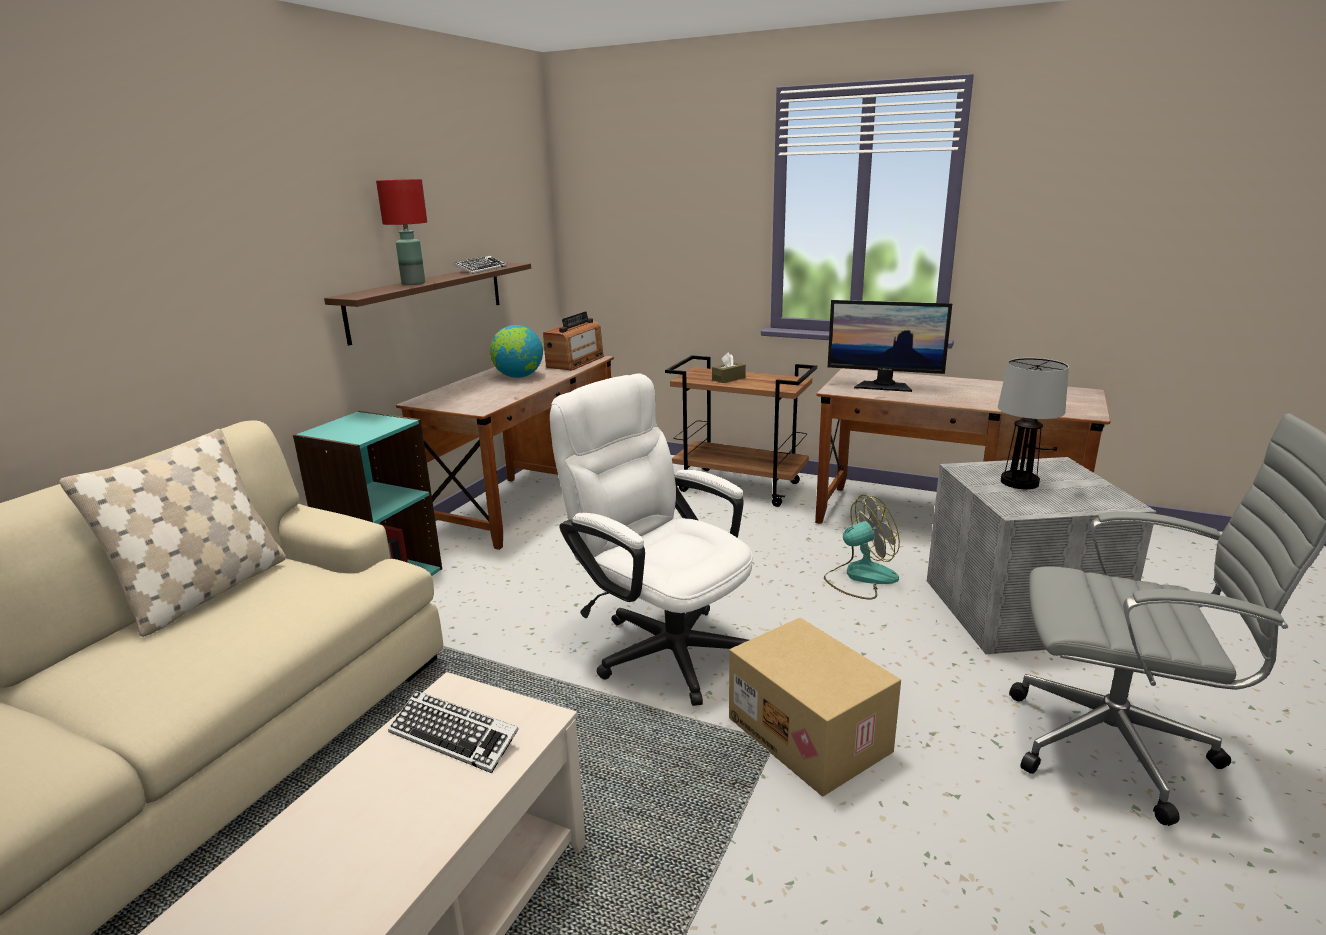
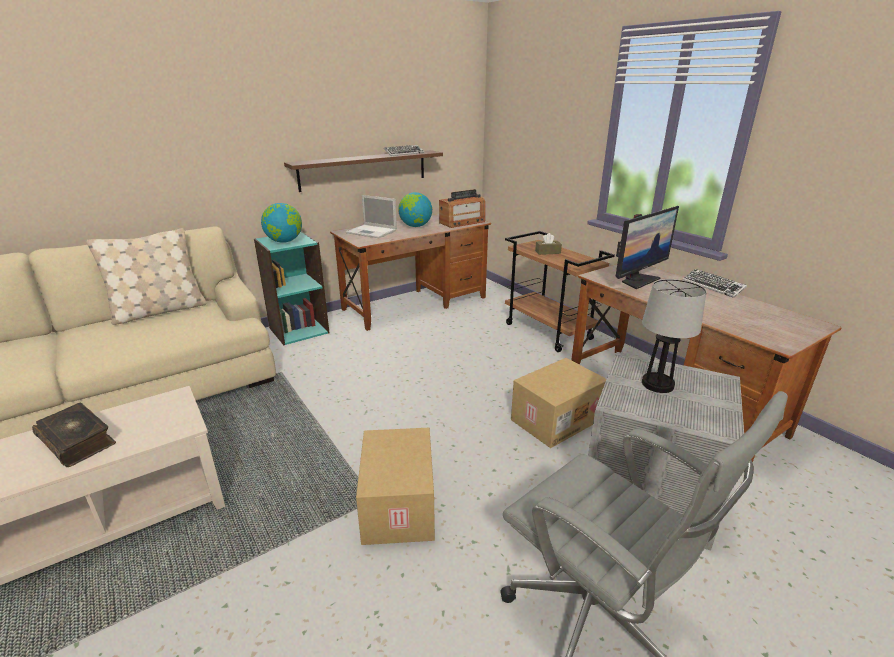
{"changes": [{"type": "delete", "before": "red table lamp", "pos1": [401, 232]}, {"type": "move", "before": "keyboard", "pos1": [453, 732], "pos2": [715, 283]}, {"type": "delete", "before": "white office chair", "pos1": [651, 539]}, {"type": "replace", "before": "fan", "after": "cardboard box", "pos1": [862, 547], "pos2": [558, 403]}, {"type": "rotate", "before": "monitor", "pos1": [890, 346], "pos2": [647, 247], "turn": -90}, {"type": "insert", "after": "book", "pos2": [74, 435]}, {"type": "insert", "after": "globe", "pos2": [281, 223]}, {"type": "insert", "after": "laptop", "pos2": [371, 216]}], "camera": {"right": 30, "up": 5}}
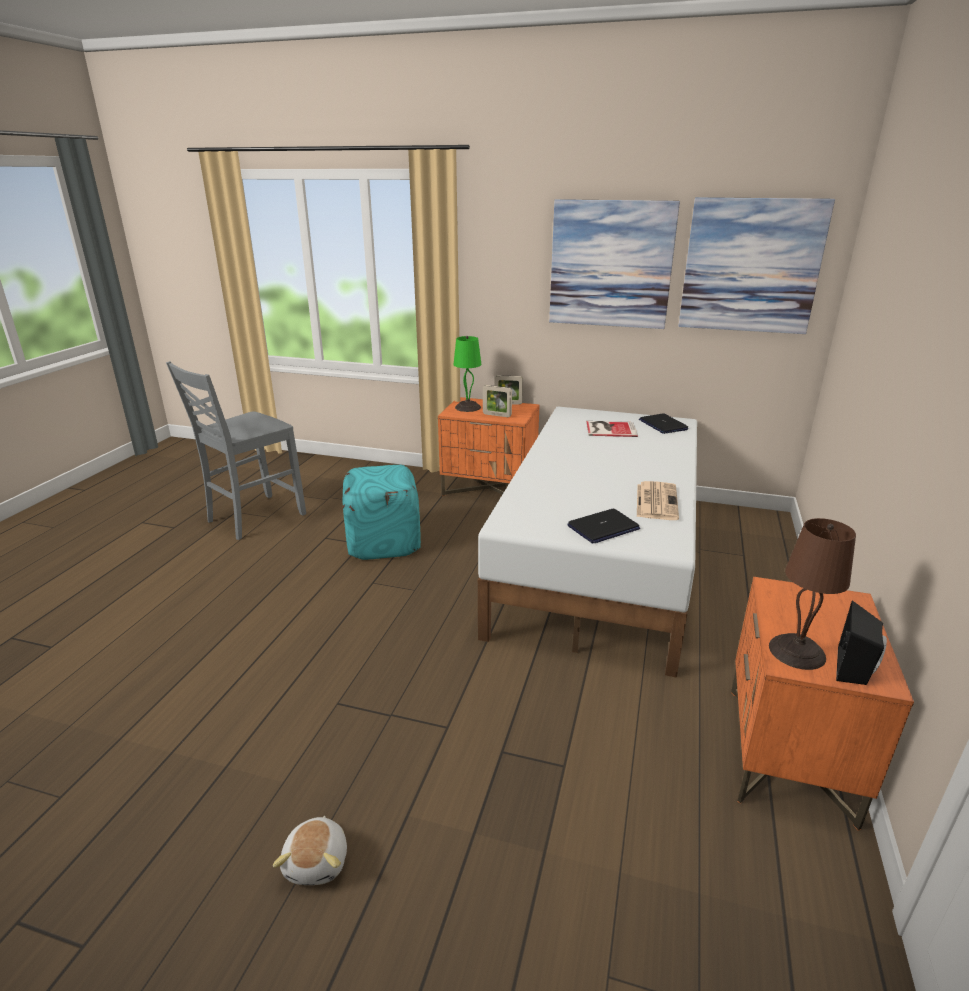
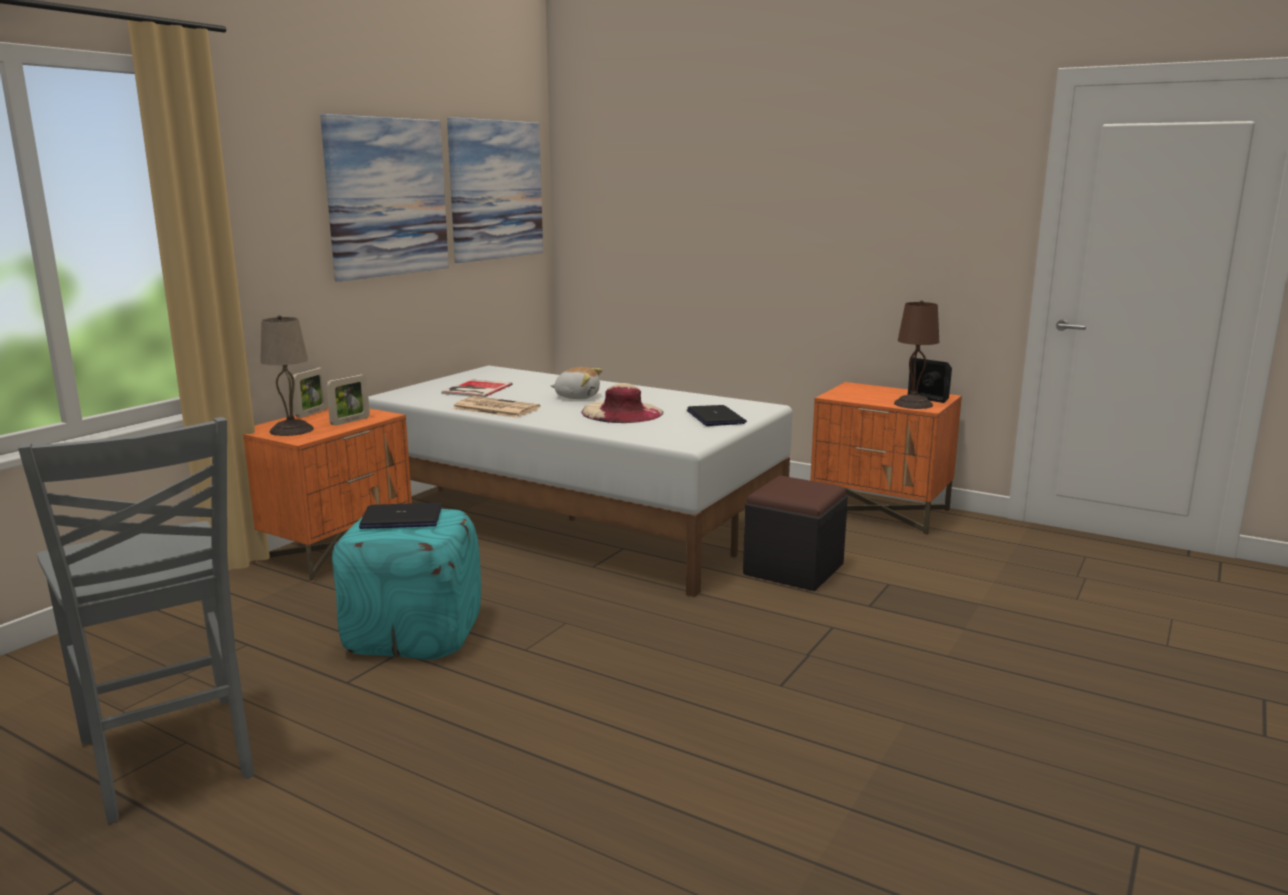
{"changes": [{"type": "move", "before": "plush toy", "pos1": [310, 850], "pos2": [577, 383]}, {"type": "recolor", "before": "green table lamp", "after": "beige table lamp", "pos1": [467, 374], "pos2": [287, 375]}, {"type": "move", "before": "newspaper", "pos1": [658, 500], "pos2": [496, 407]}, {"type": "move", "before": "laptop", "pos1": [664, 423], "pos2": [400, 516]}, {"type": "insert", "after": "beige hat", "pos2": [622, 403]}, {"type": "insert", "after": "black ottoman", "pos2": [795, 533]}], "camera": {"right": -75, "up": -10}}
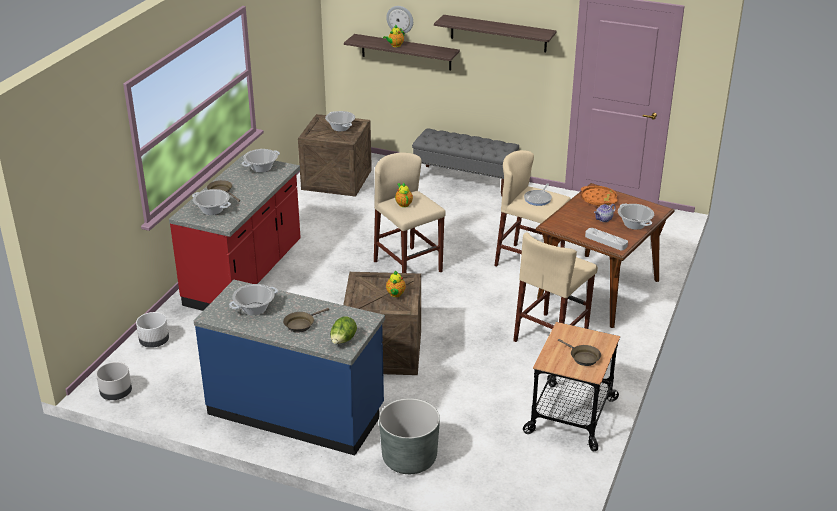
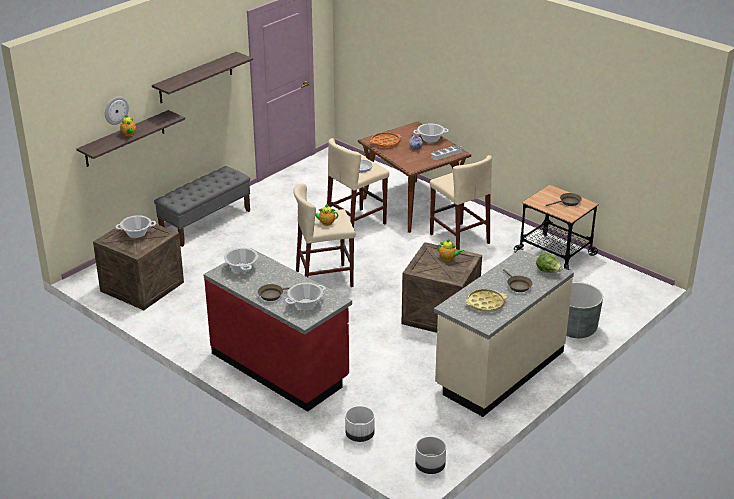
{"changes": [{"type": "recolor", "before": "blue counter", "after": "beige counter", "pos1": [289, 368], "pos2": [504, 333]}, {"type": "replace", "before": "cooking pot", "after": "yellow tray", "pos1": [253, 299], "pos2": [486, 300]}], "camera": {"right": -70, "up": 0}}
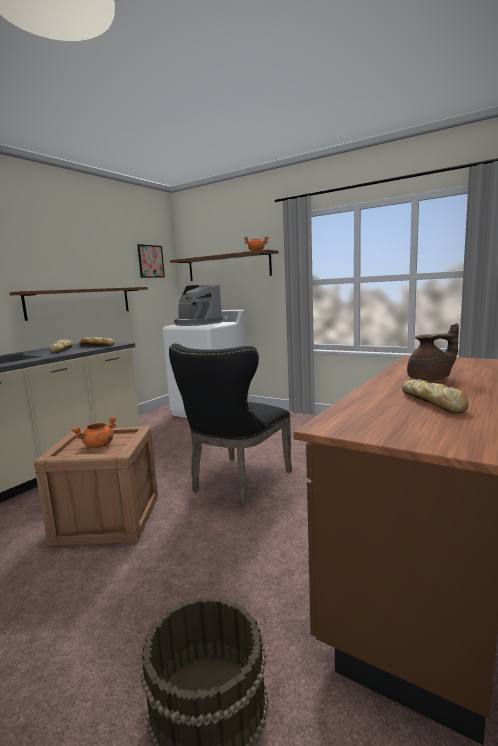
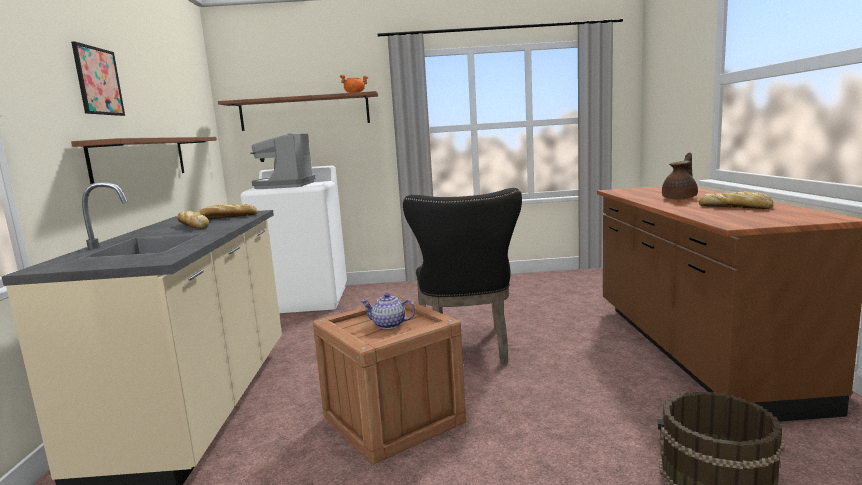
{"changes": [{"type": "replace", "before": "orange cooking pot", "after": "teapot", "pos1": [94, 432], "pos2": [388, 311]}, {"type": "move", "before": "picture", "pos1": [151, 261], "pos2": [98, 78]}, {"type": "rotate", "before": "coffee machine", "pos1": [198, 305], "pos2": [283, 161], "turn": 90}], "camera": {"right": -35, "up": 0}}
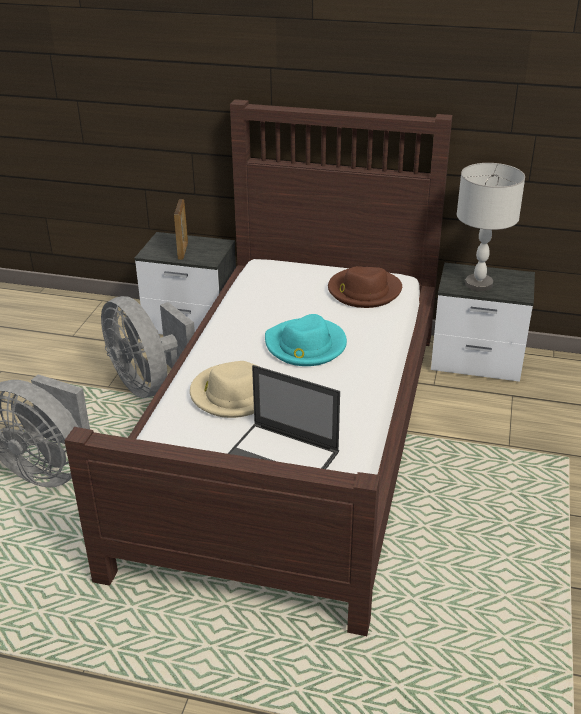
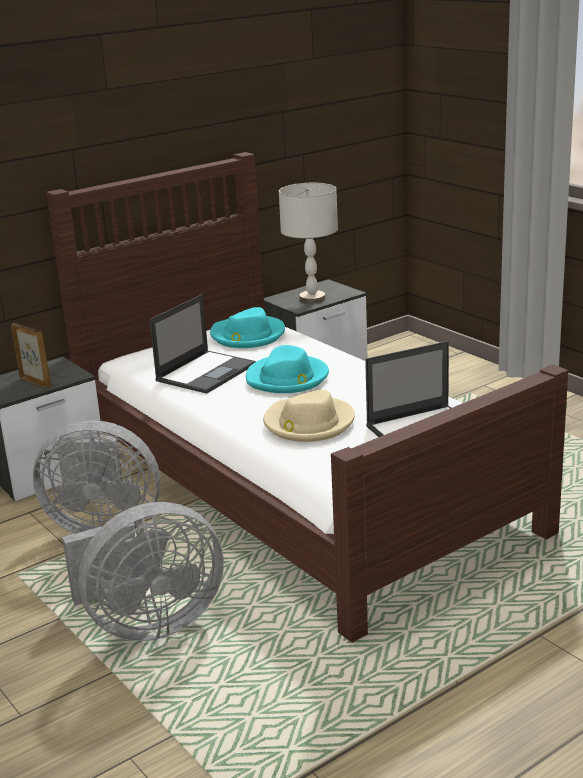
{"changes": [{"type": "recolor", "before": "brown hat", "after": "turquoise hat", "pos1": [365, 287], "pos2": [247, 327]}, {"type": "insert", "after": "laptop", "pos2": [202, 344]}], "camera": {"right": -50, "up": -10}}
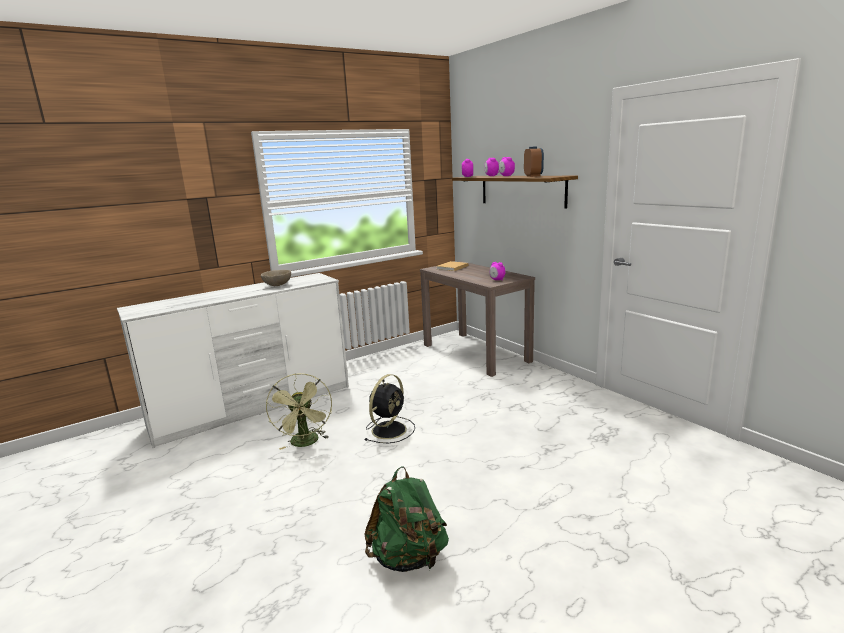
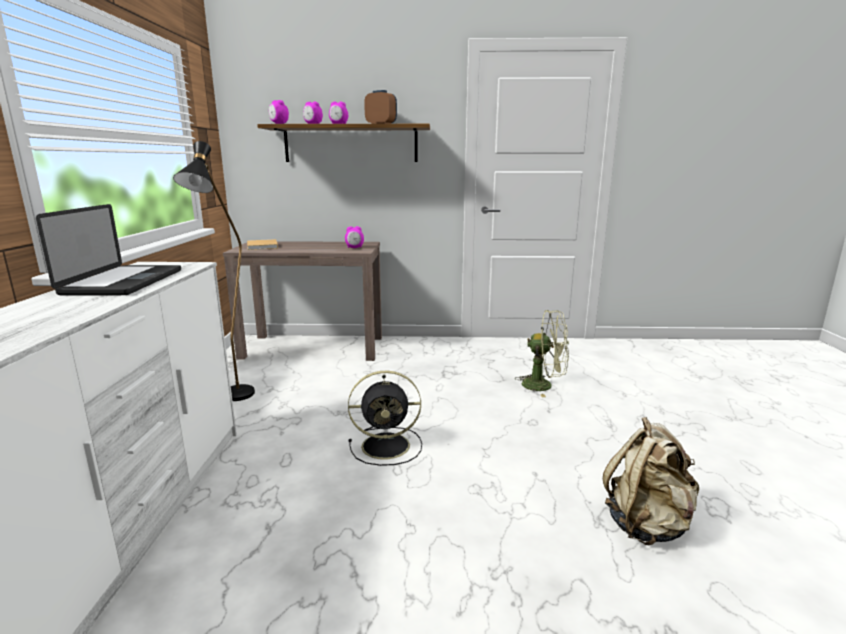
{"changes": [{"type": "replace", "before": "beige bowl", "after": "laptop", "pos1": [276, 278], "pos2": [108, 249]}, {"type": "move", "before": "green fan", "pos1": [299, 411], "pos2": [542, 353]}, {"type": "rotate", "before": "black fan", "pos1": [389, 409], "pos2": [385, 418], "turn": 105}, {"type": "recolor", "before": "green backpack", "after": "beige backpack", "pos1": [407, 519], "pos2": [651, 481]}, {"type": "insert", "after": "black floor lamp", "pos2": [214, 271]}], "camera": {"right": -55, "up": 0}}
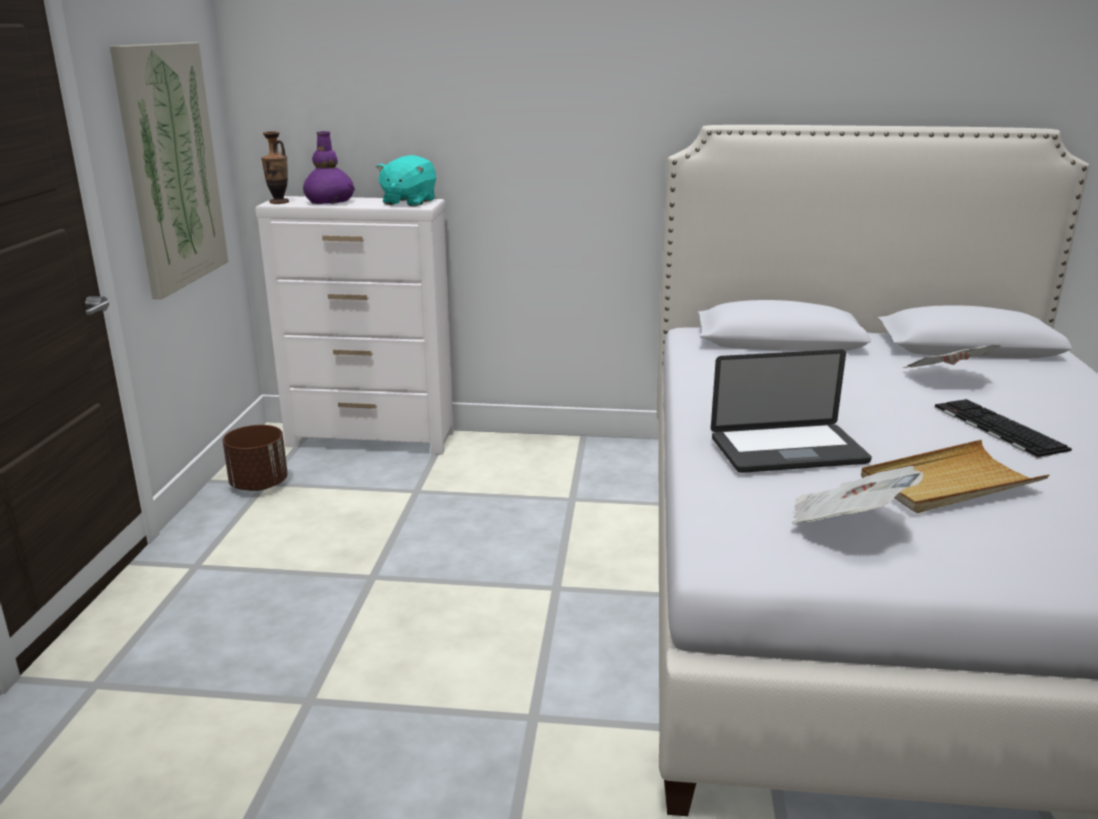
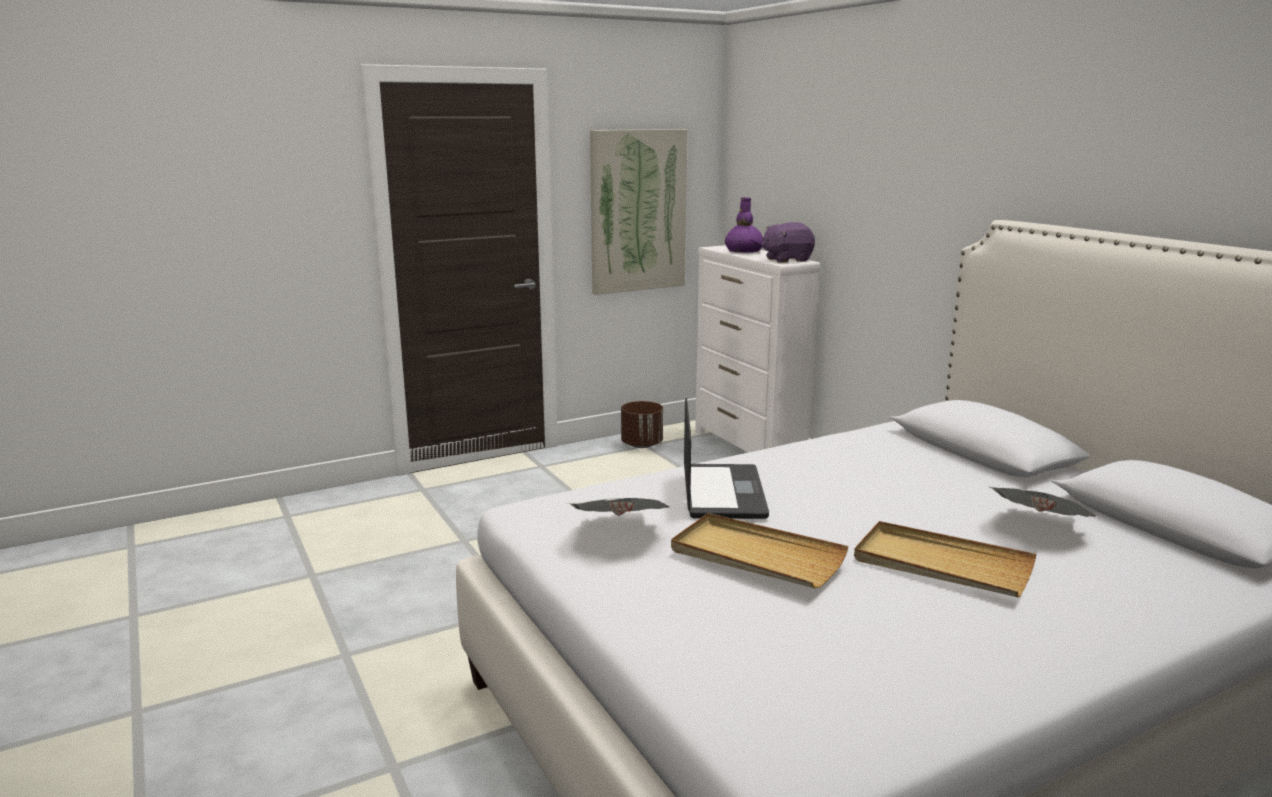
{"changes": [{"type": "delete", "before": "vase", "pos1": [275, 167]}, {"type": "recolor", "before": "turquoise plush toy", "after": "purple plush toy", "pos1": [406, 181], "pos2": [788, 242]}, {"type": "rotate", "before": "laptop", "pos1": [791, 411], "pos2": [726, 458], "turn": -135}, {"type": "replace", "before": "keyboard", "after": "beige tray", "pos1": [1003, 428], "pos2": [945, 559]}], "camera": {"right": 55, "up": -5}}
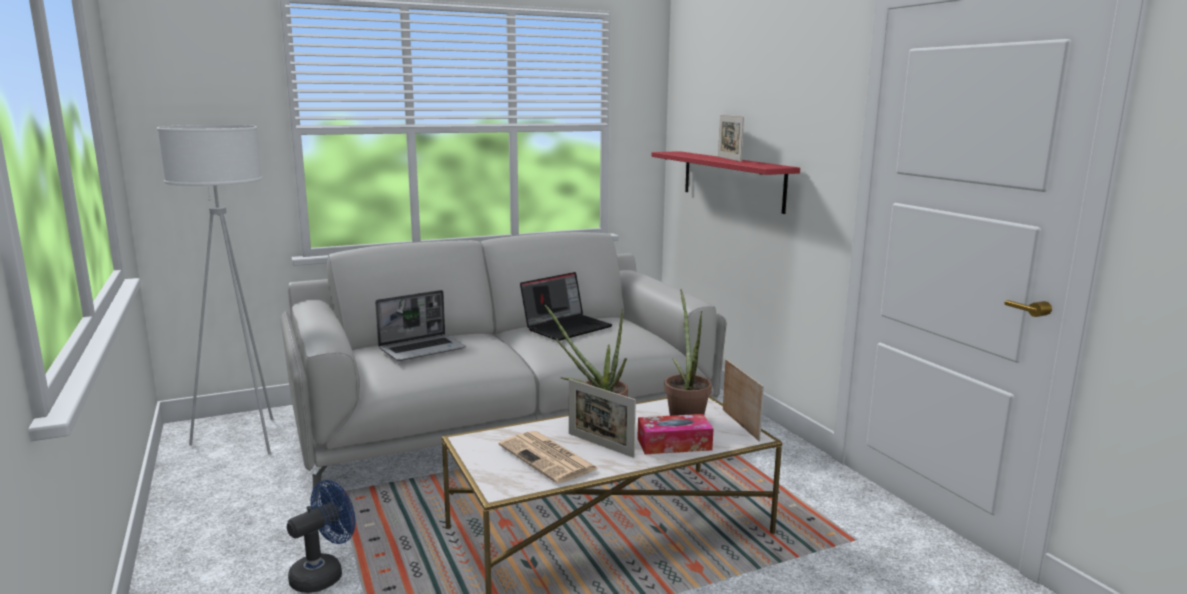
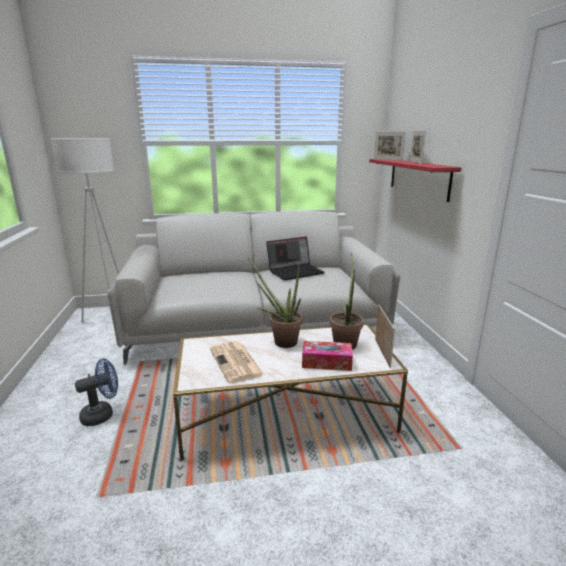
{"changes": [{"type": "delete", "before": "laptop", "pos1": [420, 325]}, {"type": "move", "before": "picture frame", "pos1": [602, 418], "pos2": [390, 146]}], "camera": {"right": 15, "up": 5}}
